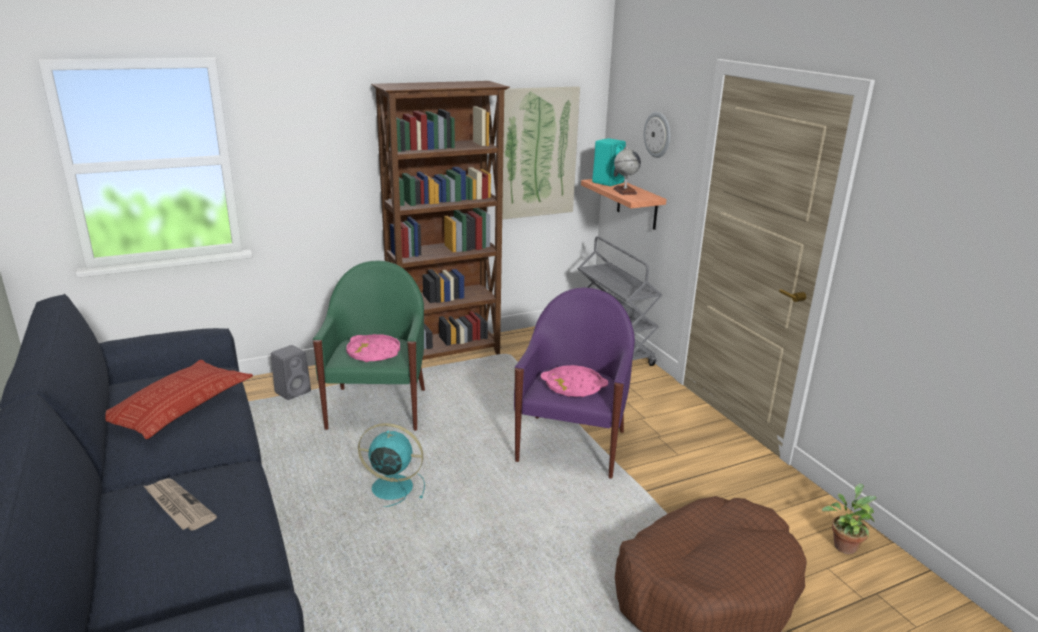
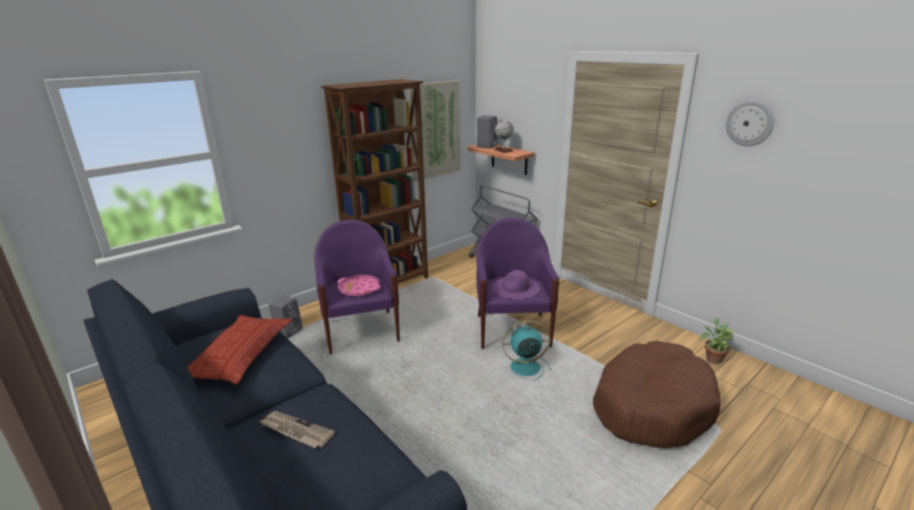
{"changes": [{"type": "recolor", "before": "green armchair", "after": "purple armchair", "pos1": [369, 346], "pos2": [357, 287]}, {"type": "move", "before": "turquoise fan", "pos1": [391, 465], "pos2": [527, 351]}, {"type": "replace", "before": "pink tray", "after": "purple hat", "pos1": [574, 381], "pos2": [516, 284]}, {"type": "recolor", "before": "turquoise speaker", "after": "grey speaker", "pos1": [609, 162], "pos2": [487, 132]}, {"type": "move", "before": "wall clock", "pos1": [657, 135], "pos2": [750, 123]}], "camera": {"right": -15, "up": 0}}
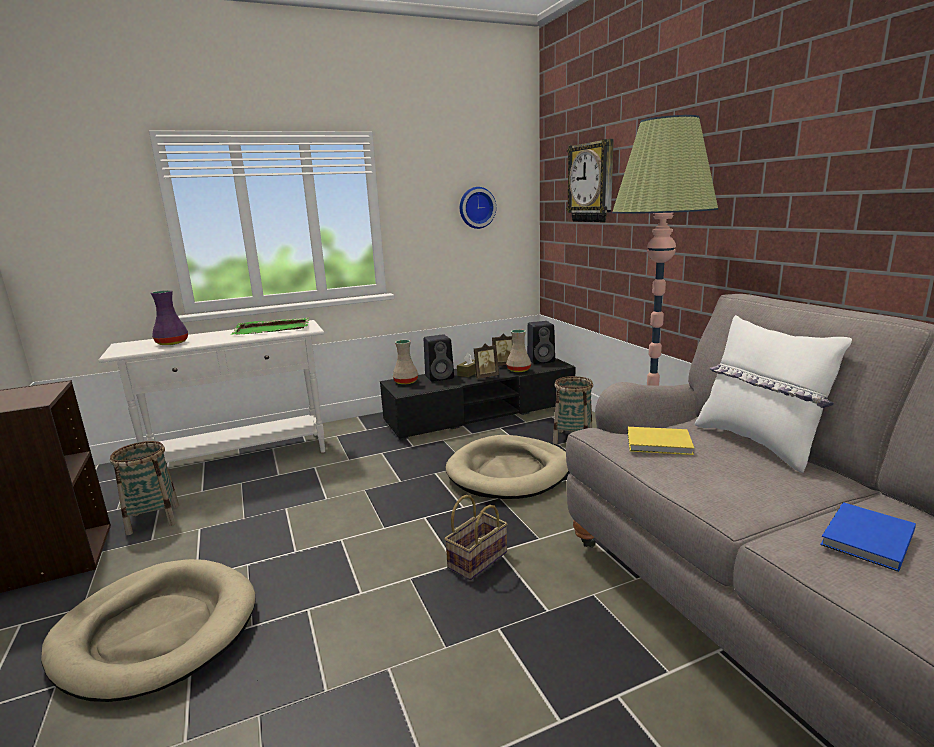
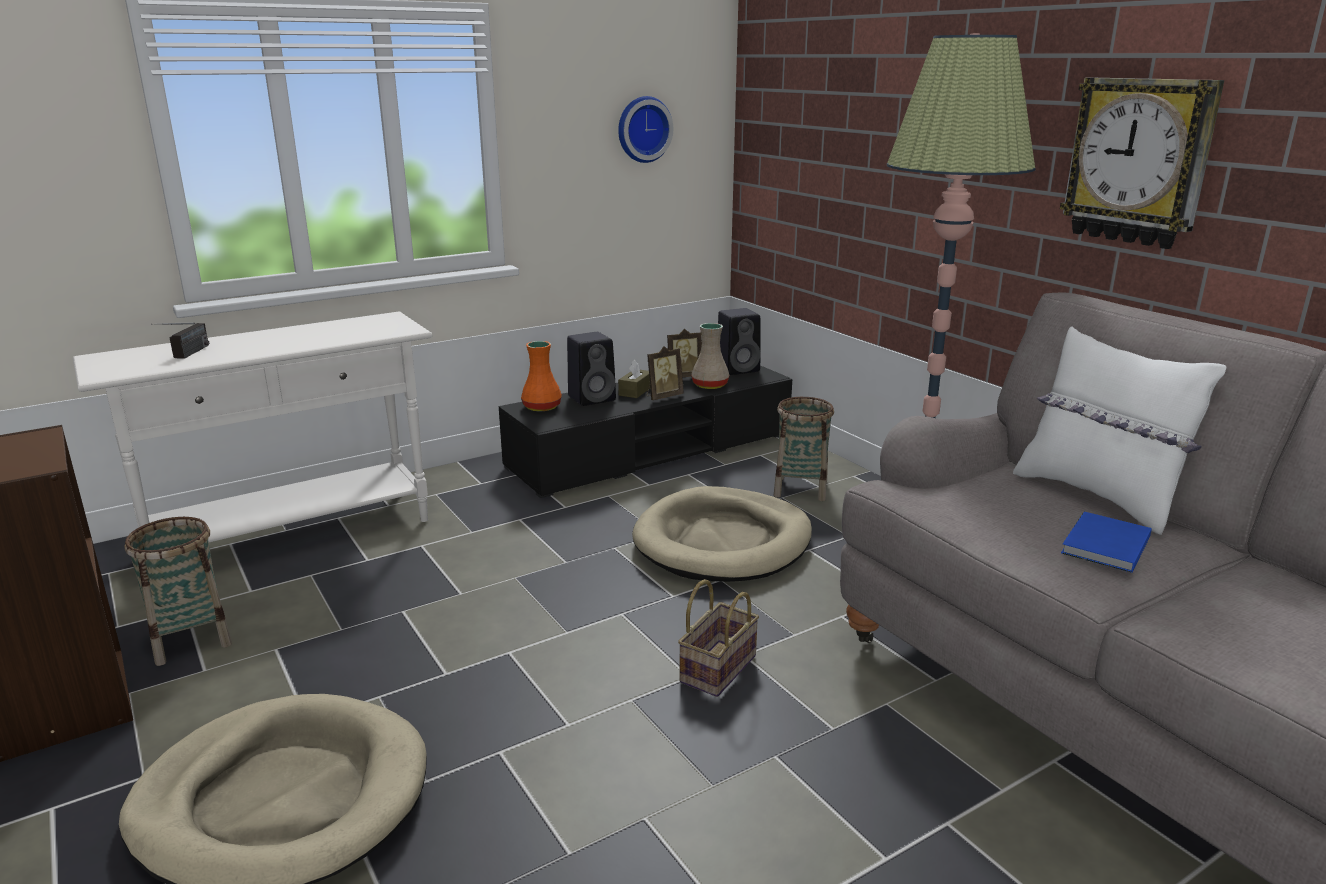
{"changes": [{"type": "replace", "before": "purple vase", "after": "radio", "pos1": [169, 317], "pos2": [180, 340]}, {"type": "delete", "before": "green tray", "pos1": [270, 326]}, {"type": "recolor", "before": "beige vase", "after": "orange vase", "pos1": [406, 362], "pos2": [541, 376]}, {"type": "move", "before": "wall clock", "pos1": [590, 180], "pos2": [1142, 163]}, {"type": "delete", "before": "yellow book", "pos1": [661, 441]}, {"type": "move", "before": "blue book", "pos1": [868, 537], "pos2": [1106, 542]}], "camera": {"right": -10, "up": 5}}
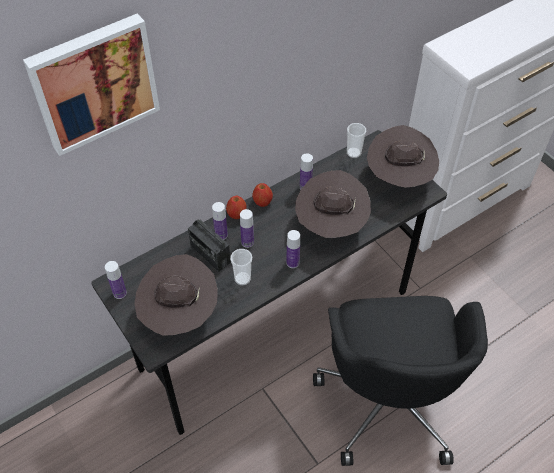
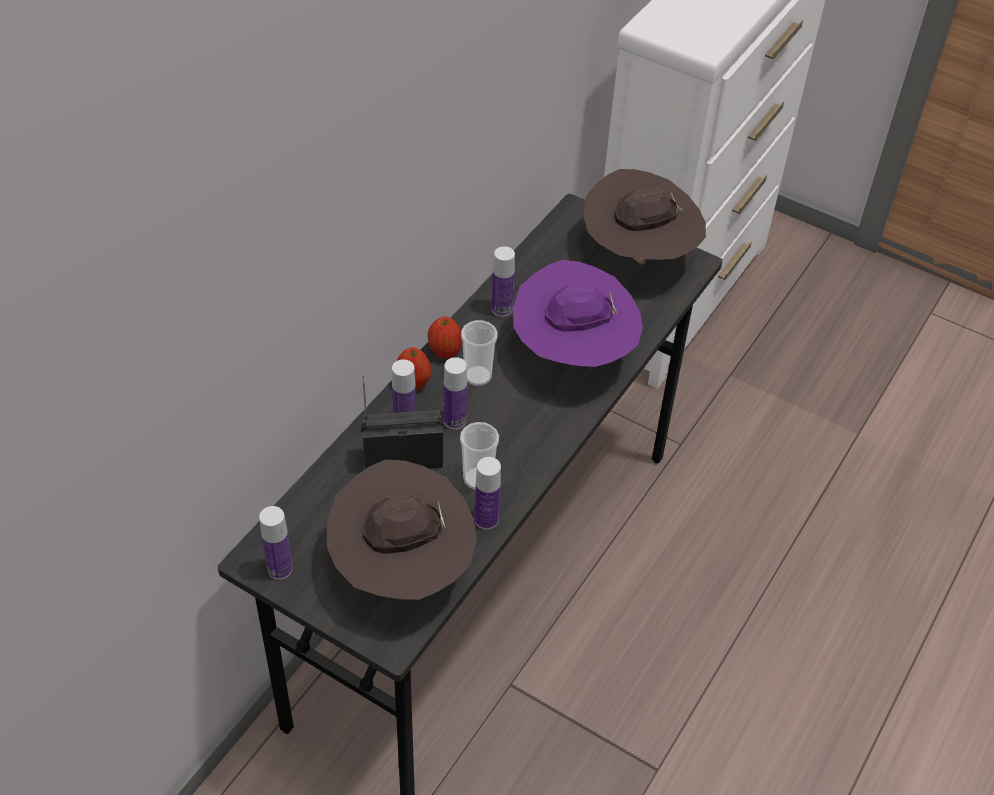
{"changes": [{"type": "delete", "before": "picture", "pos1": [91, 84]}, {"type": "rotate", "before": "radio", "pos1": [209, 245], "pos2": [402, 422], "turn": 150}, {"type": "move", "before": "bottle", "pos1": [293, 249], "pos2": [488, 493]}, {"type": "recolor", "before": "brown hat", "after": "purple hat", "pos1": [333, 204], "pos2": [578, 313]}, {"type": "delete", "before": "black office chair", "pos1": [400, 381]}, {"type": "move", "before": "cup", "pos1": [356, 140], "pos2": [479, 353]}], "camera": {"right": -25, "up": -5}}
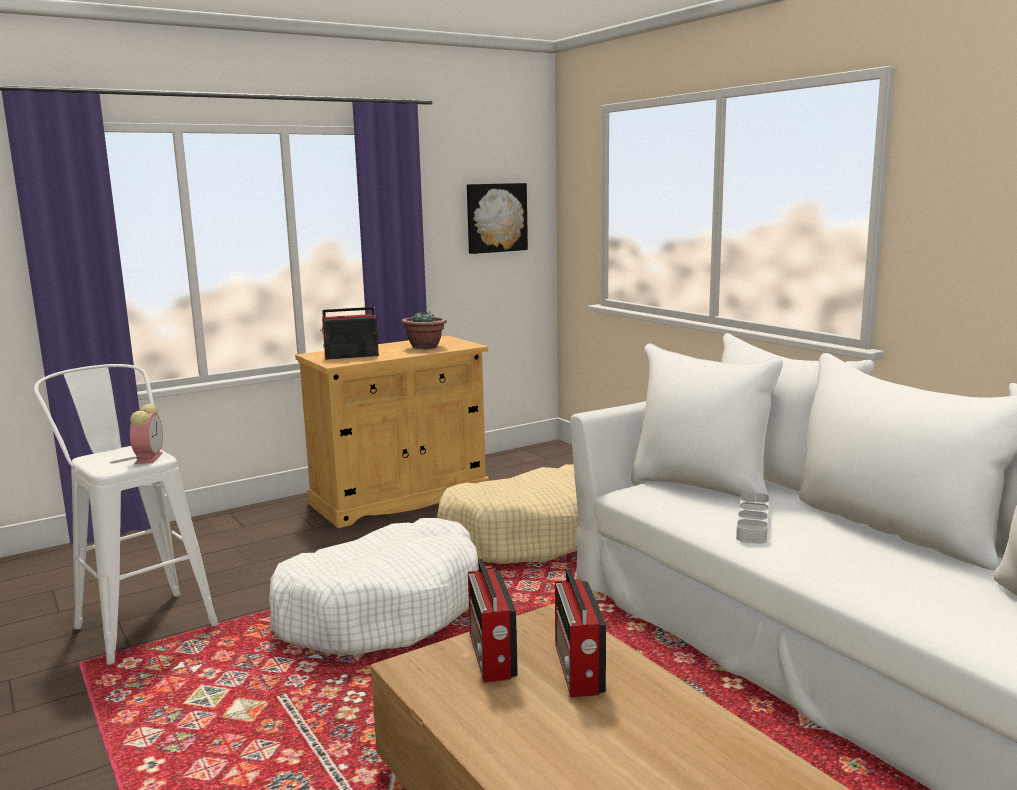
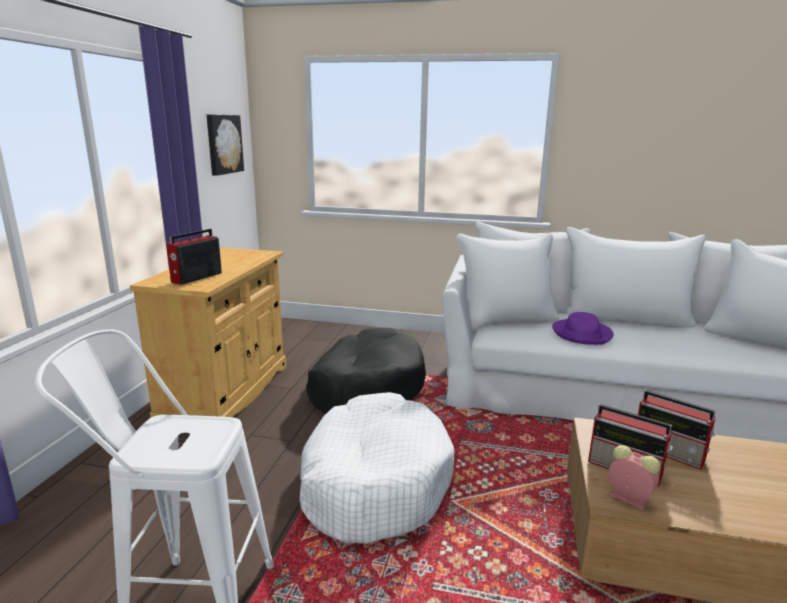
{"changes": [{"type": "move", "before": "alarm clock", "pos1": [146, 434], "pos2": [634, 477]}, {"type": "delete", "before": "potted plant", "pos1": [424, 329]}, {"type": "recolor", "before": "beige dog bed", "after": "black dog bed", "pos1": [507, 514], "pos2": [366, 371]}, {"type": "replace", "before": "grey tray", "after": "purple hat", "pos1": [752, 518], "pos2": [583, 328]}], "camera": {"right": -45, "up": 5}}
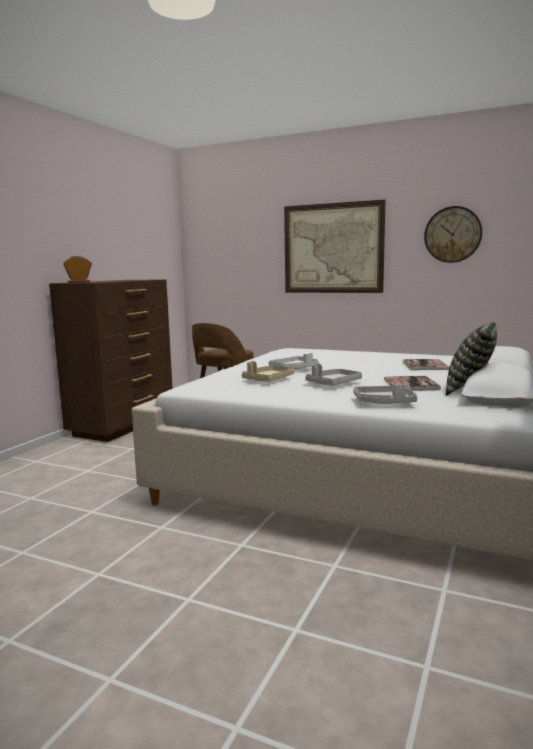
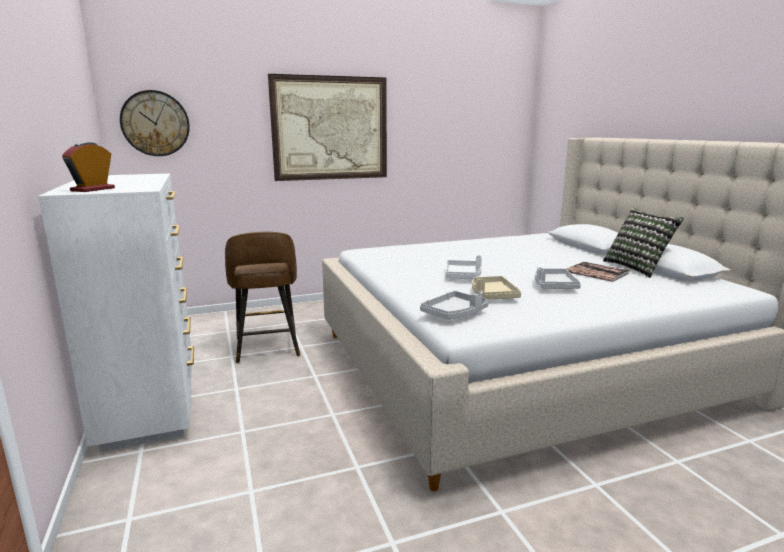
{"changes": [{"type": "recolor", "before": "brown dresser", "after": "white dresser", "pos1": [111, 360], "pos2": [116, 312]}, {"type": "move", "before": "grey tray", "pos1": [385, 394], "pos2": [454, 305]}, {"type": "delete", "before": "book", "pos1": [426, 364]}, {"type": "move", "before": "wall clock", "pos1": [453, 234], "pos2": [155, 123]}], "camera": {"right": -45, "up": 5}}
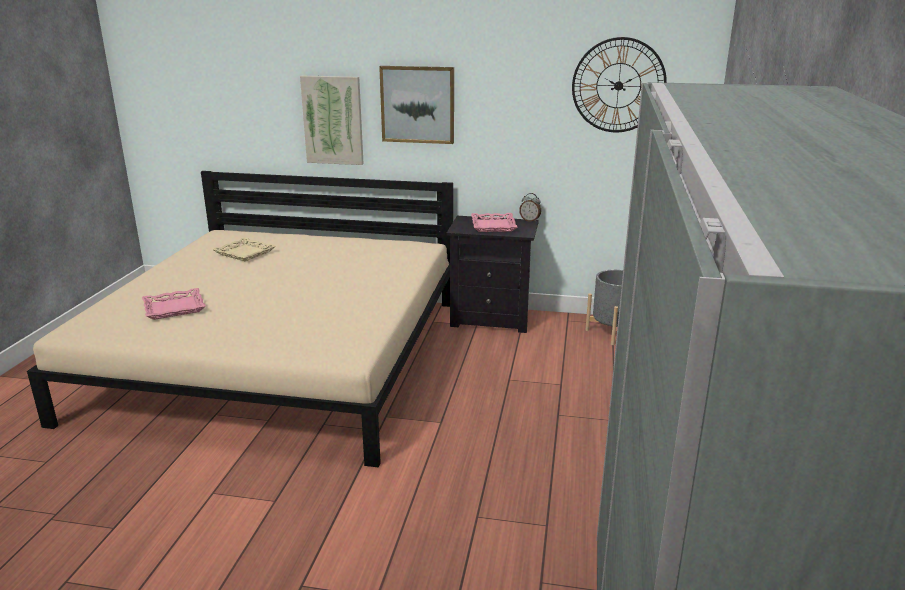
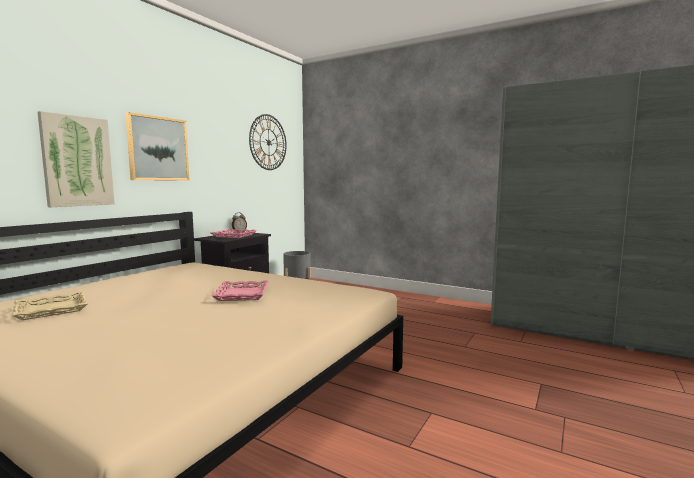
{"changes": [{"type": "move", "before": "pink tray", "pos1": [174, 304], "pos2": [240, 290]}], "camera": {"right": -70, "up": -15}}
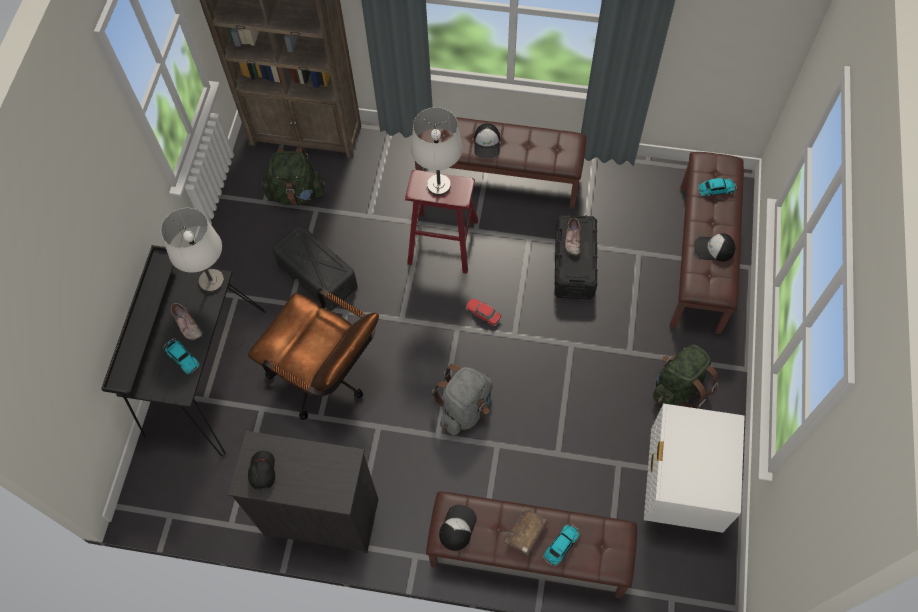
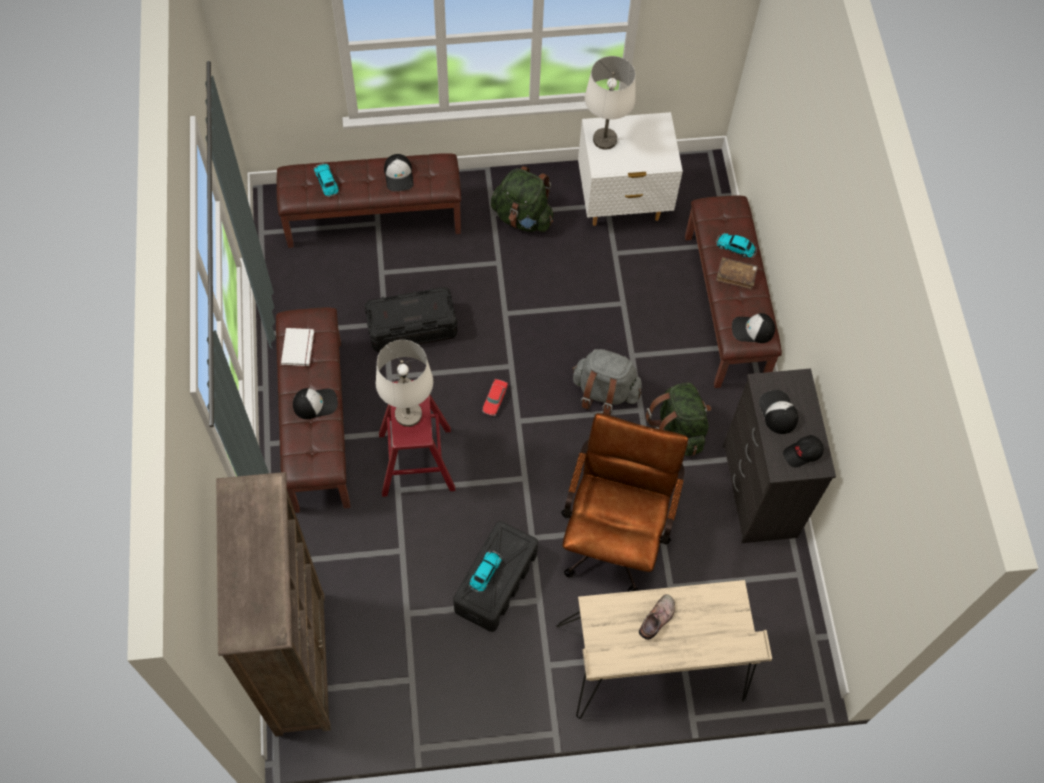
{"changes": [{"type": "recolor", "before": "black desk", "after": "beige desk", "pos1": [183, 350], "pos2": [664, 649]}, {"type": "move", "before": "white table lamp", "pos1": [192, 250], "pos2": [610, 103]}, {"type": "move", "before": "toy car", "pos1": [181, 356], "pos2": [485, 571]}, {"type": "move", "before": "green backpack", "pos1": [294, 176], "pos2": [678, 419]}, {"type": "delete", "before": "shoe", "pos1": [572, 237]}, {"type": "insert", "after": "white book", "pos2": [297, 347]}, {"type": "insert", "after": "cap", "pos2": [778, 412]}], "camera": {"right": -110, "up": 0}}
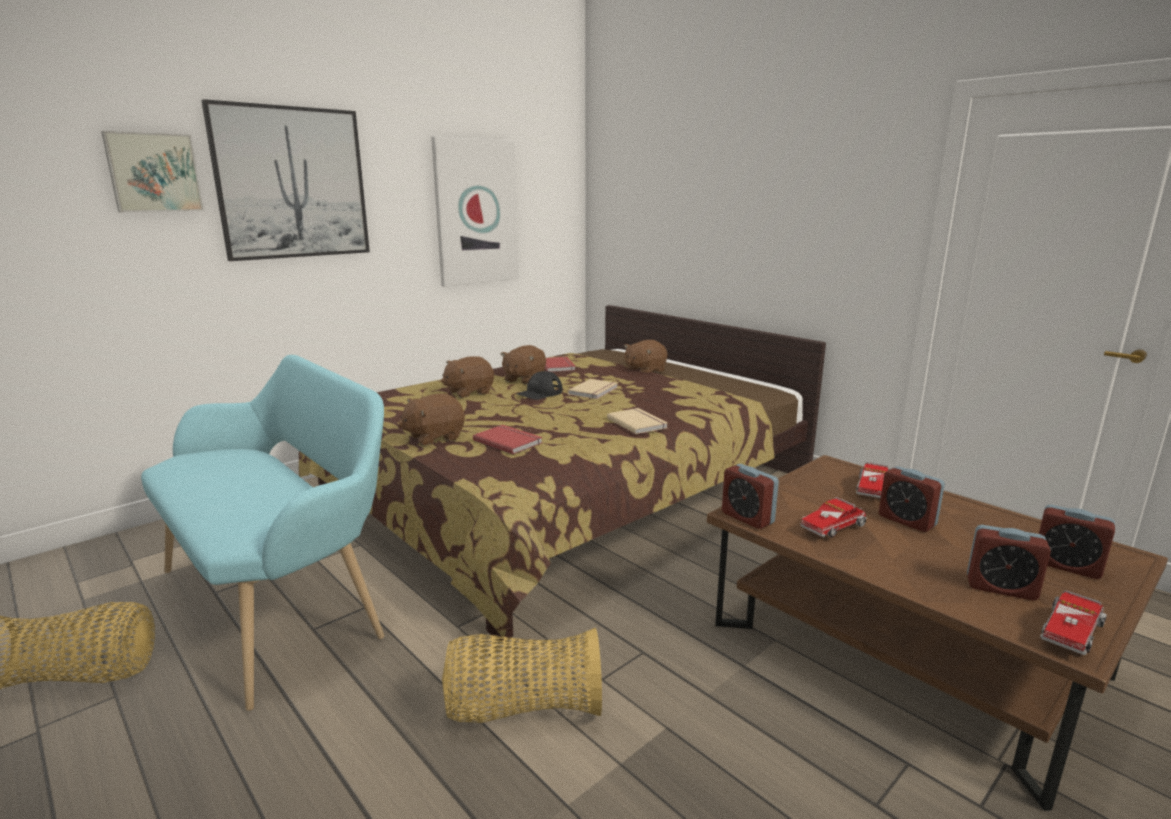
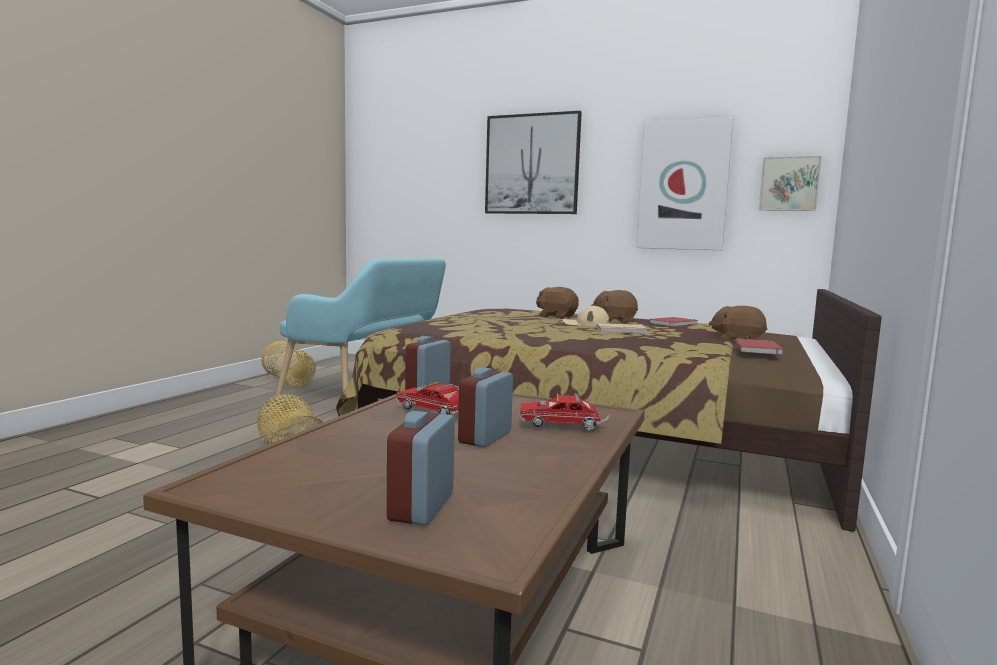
{"changes": [{"type": "move", "before": "picture", "pos1": [152, 171], "pos2": [790, 183]}, {"type": "delete", "before": "brown plush toy", "pos1": [432, 420]}, {"type": "move", "before": "red book", "pos1": [508, 439], "pos2": [759, 347]}, {"type": "recolor", "before": "black cap", "after": "beige cap", "pos1": [540, 385], "pos2": [586, 316]}, {"type": "delete", "before": "beige book", "pos1": [637, 421]}, {"type": "delete", "before": "alarm clock", "pos1": [1009, 563]}, {"type": "delete", "before": "toy truck", "pos1": [1073, 622]}], "camera": {"right": 65, "up": -10}}
